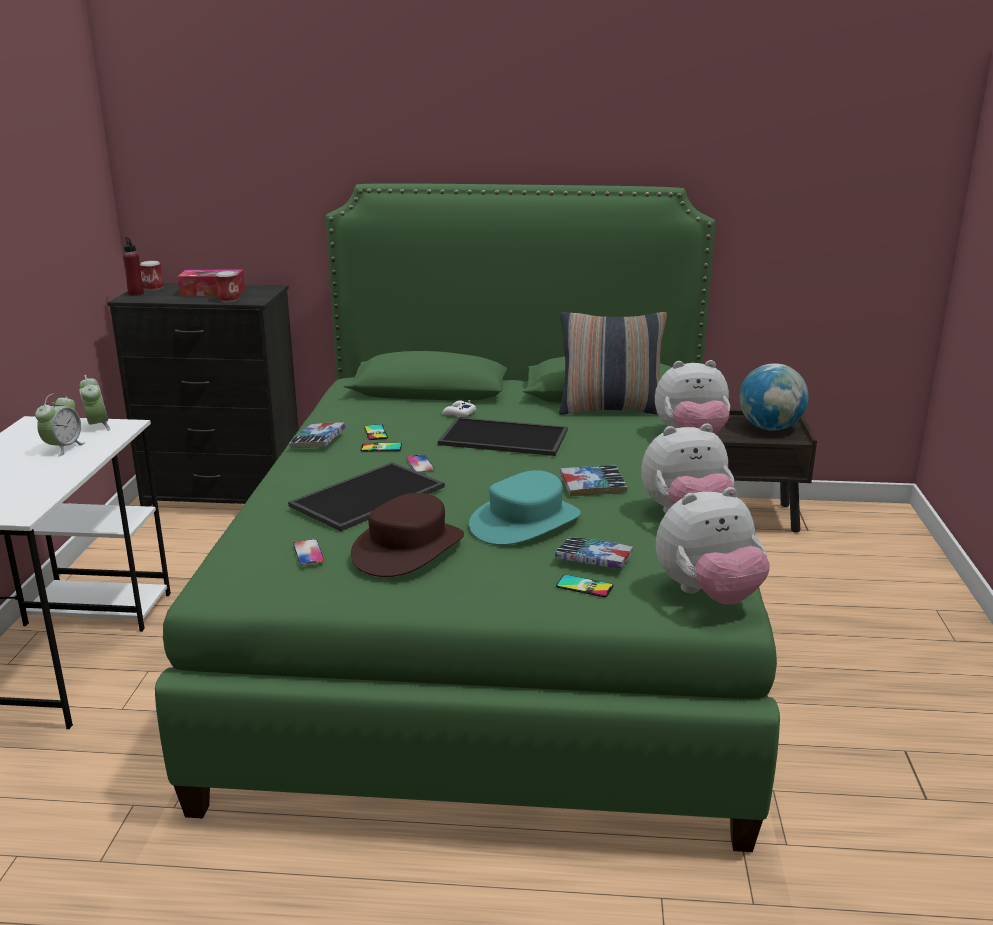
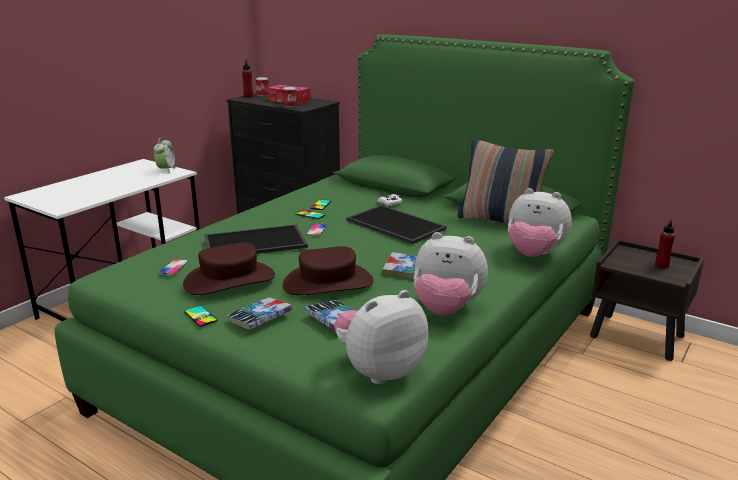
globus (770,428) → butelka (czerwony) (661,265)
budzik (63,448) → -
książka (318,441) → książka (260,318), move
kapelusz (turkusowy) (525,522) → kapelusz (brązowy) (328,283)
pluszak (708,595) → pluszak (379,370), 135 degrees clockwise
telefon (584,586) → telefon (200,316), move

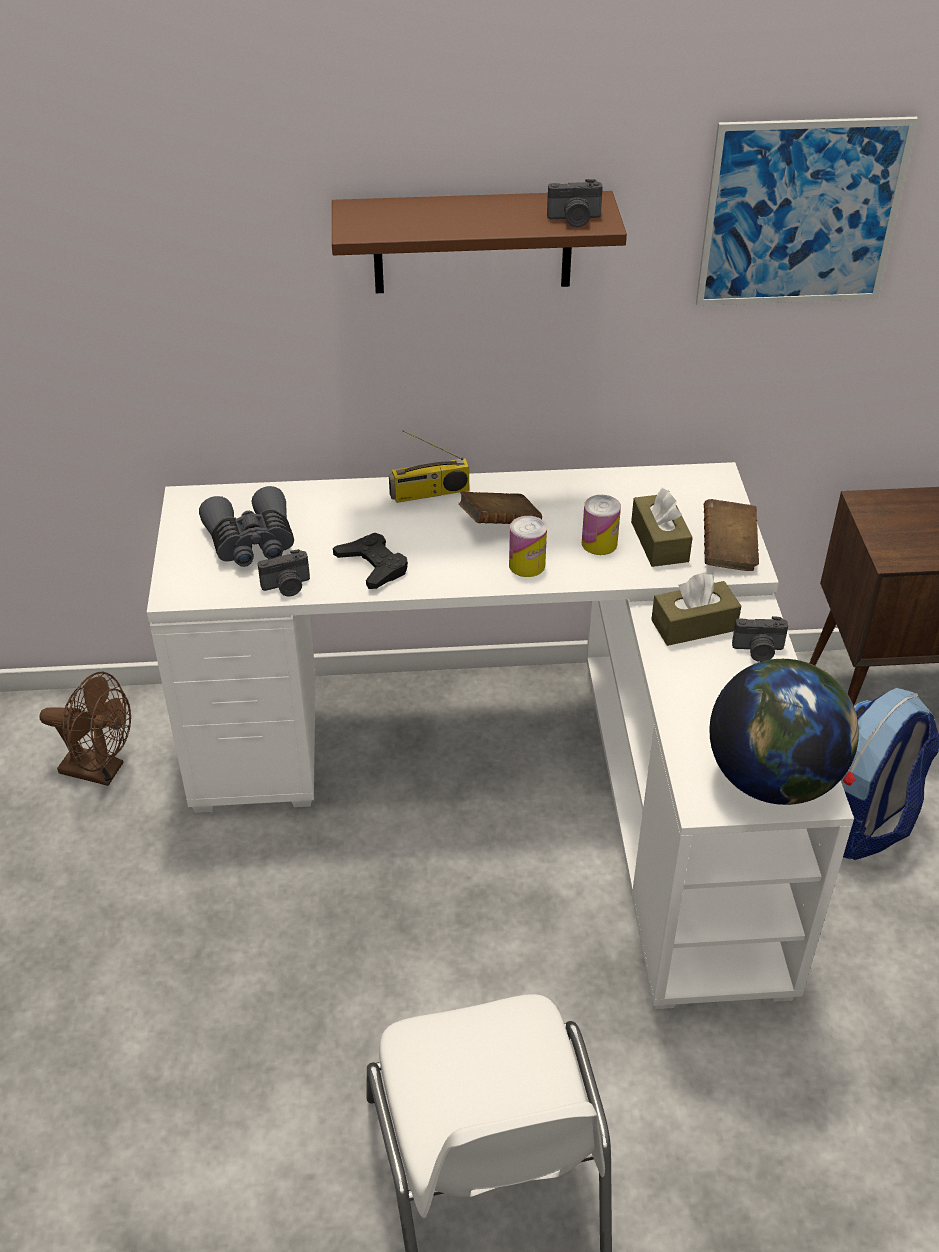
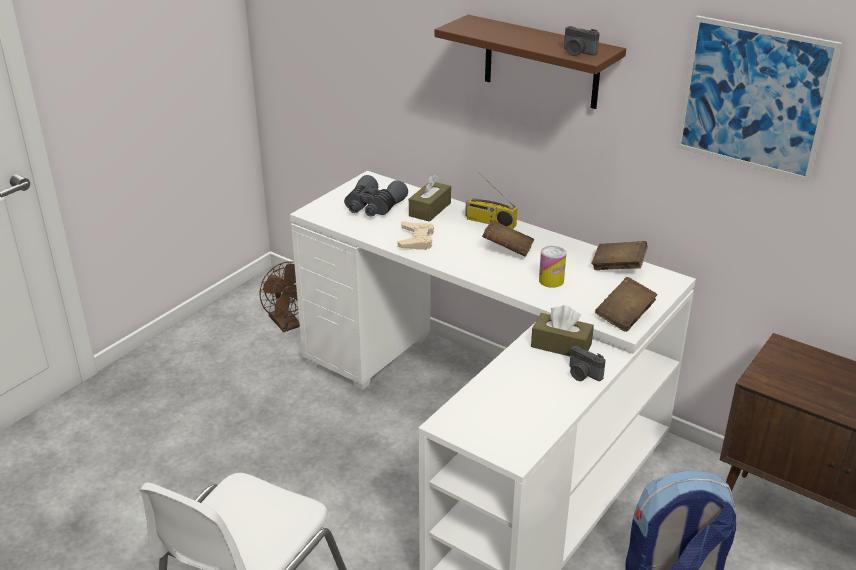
pudełko chusteczek (brązowy) (659,542) → pudełko chusteczek (brązowy) (430,209), move
puszka (527,565) → -
pad do gier (czarny) (373,566) → pad do gier (beżowy) (416,240)
aparat fotograficzny (287,587) → -
globus (773,779) → -
- → książka (brązowy) (618,267)

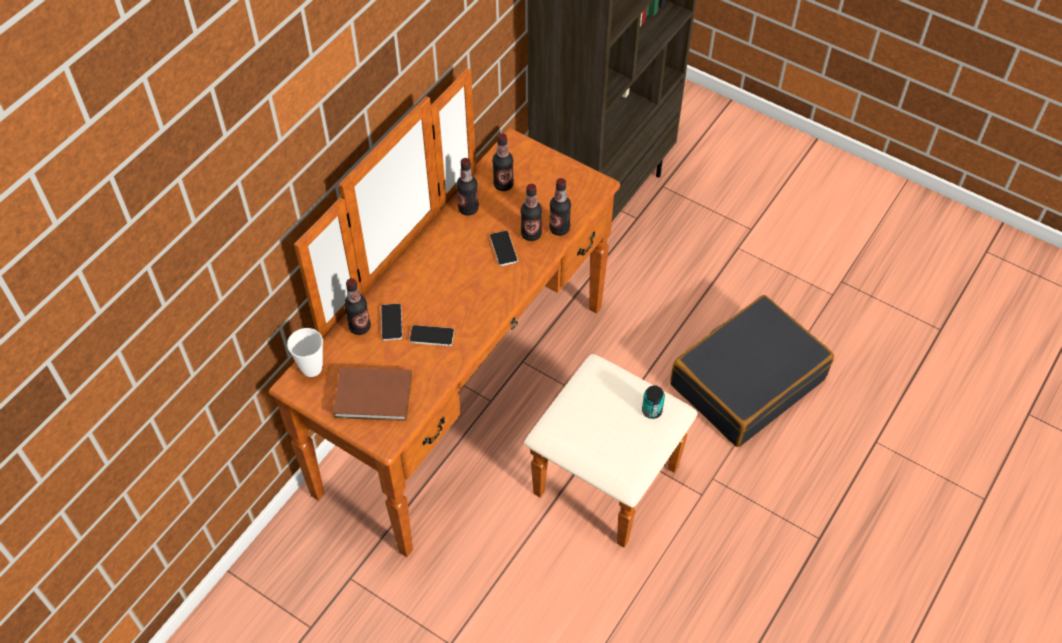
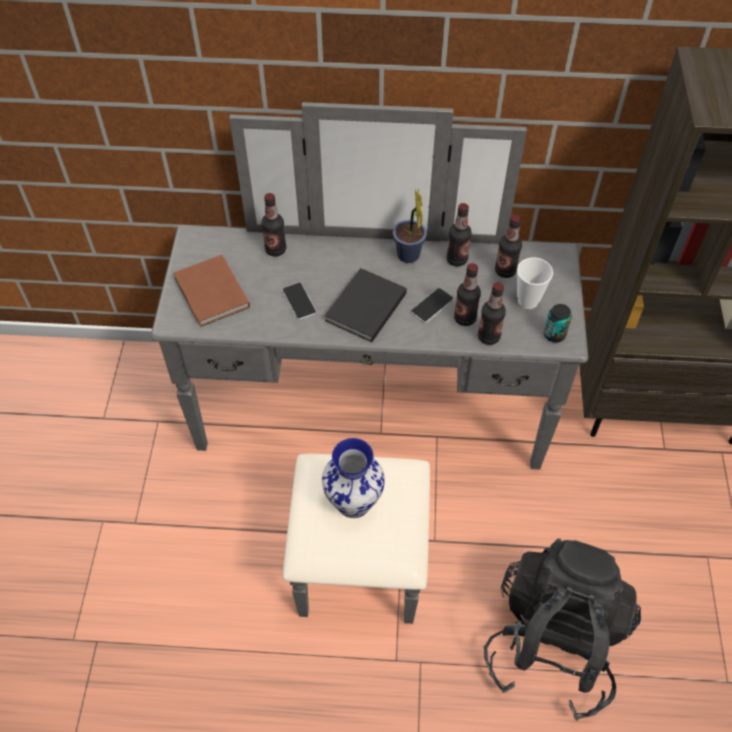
komoda (brązowy) (496,414) → komoda (szary) (370,444)
walizka (czarny) (747,381) → plecak (czarny) (553,642)
telefon (391,322) → -
filiżanka (311,368) → filiżanka (528,301), move
puszka (652,411) → puszka (554,334), move
- → roślina doniczkowa (408,257)
- → książka (czarny) (363,308)
- → wazon (354,501)

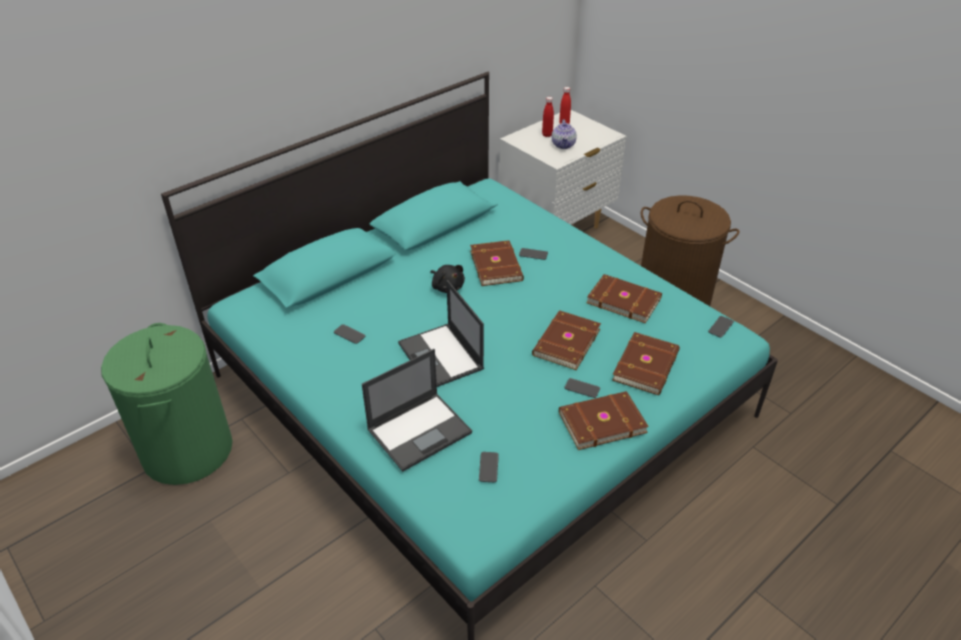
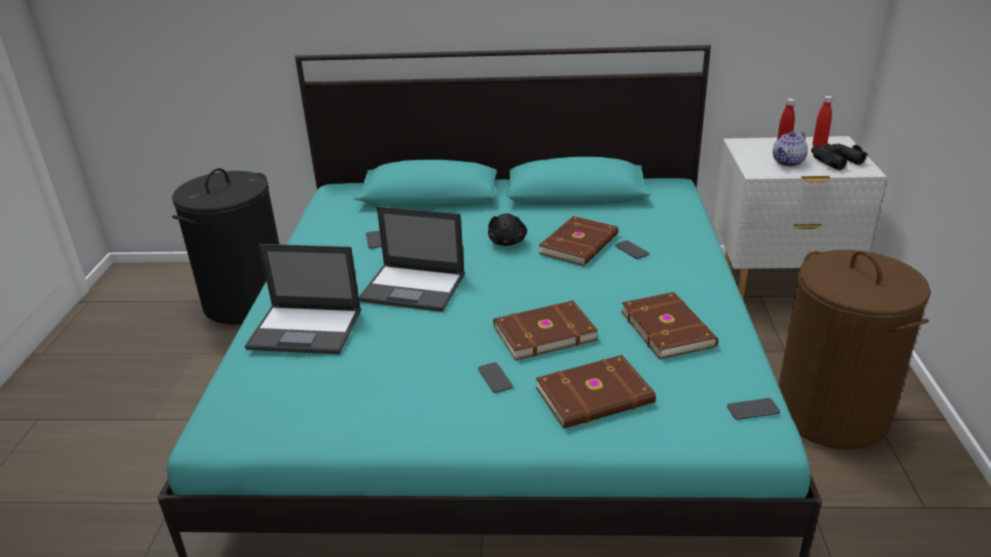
laptop (441,356) → laptop (414,288), 90 degrees counterclockwise
kosz na pranie (zielony) (187,450) → kosz na pranie (czarny) (246,301)
książka (brązowy) (601,421) → -
telefon (488,467) → -
- → lornetka (czarny) (834,160)

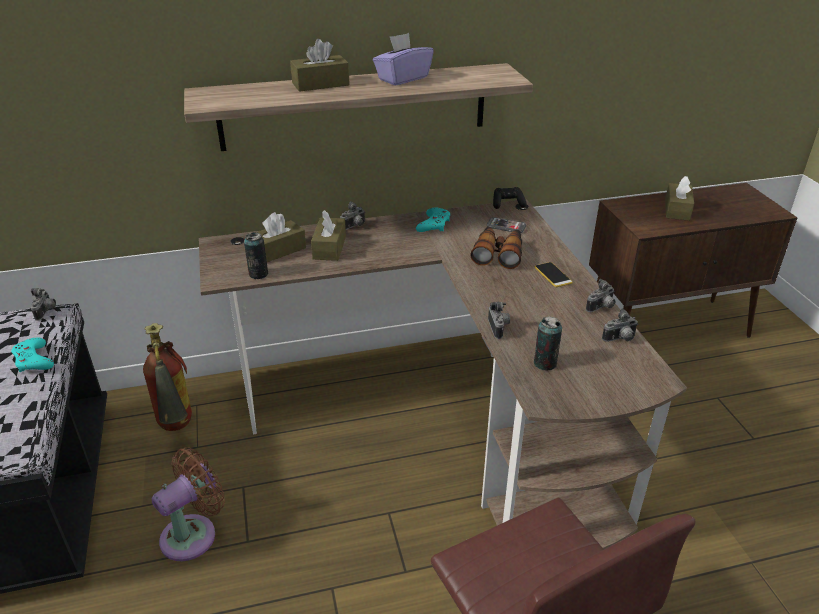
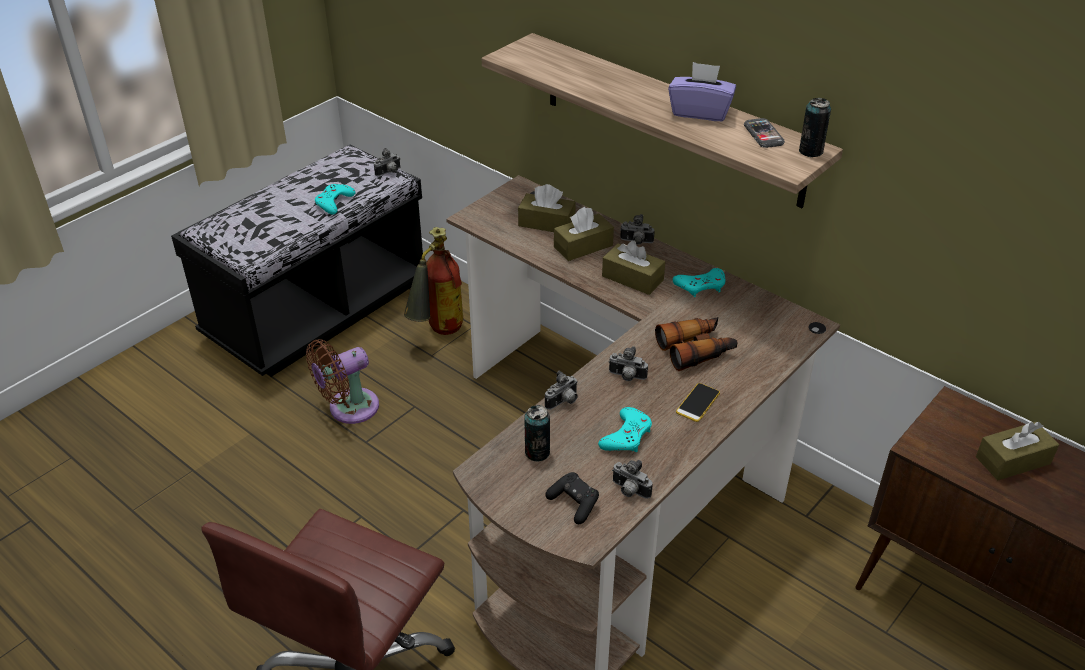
pudełko chusteczek (brązowy) (320,84) → pudełko chusteczek (brązowy) (632,278), move
pad do gier (czarny) (507,204) → pad do gier (czarny) (574,503), move
telefon (506,226) → telefon (763,134), move
puszka (258,274) → puszka (810,151), move
aparat fotograficzny (601,308) → aparat fotograficzny (626,377), move
wentylator (brązowy) (193,534) → wentylator (brązowy) (348,408), 135 degrees clockwise
- → pad do gier (turkusowy) (626,436)

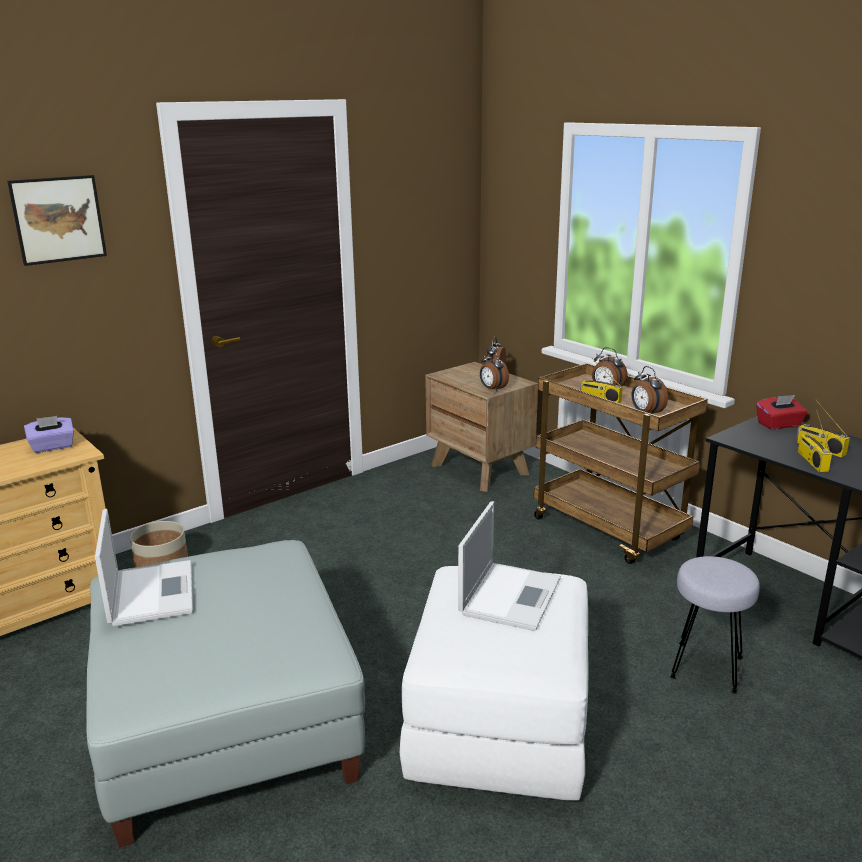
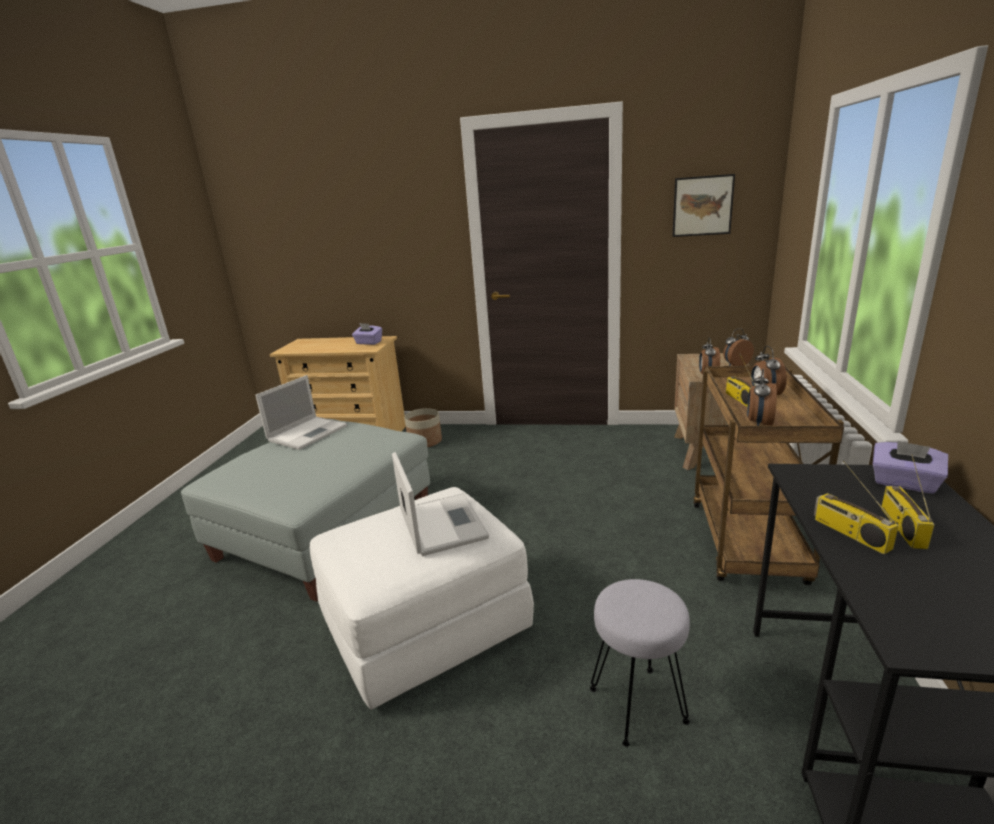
obraz (58,219) → obraz (702,206), move
pudełko chusteczek (czerwony) (779,425) → pudełko chusteczek (fioletowy) (904,483)
radio (811,461) → radio (849,533), 75 degrees counterclockwise
laptop (510,595) → laptop (441,523), 90 degrees counterclockwise

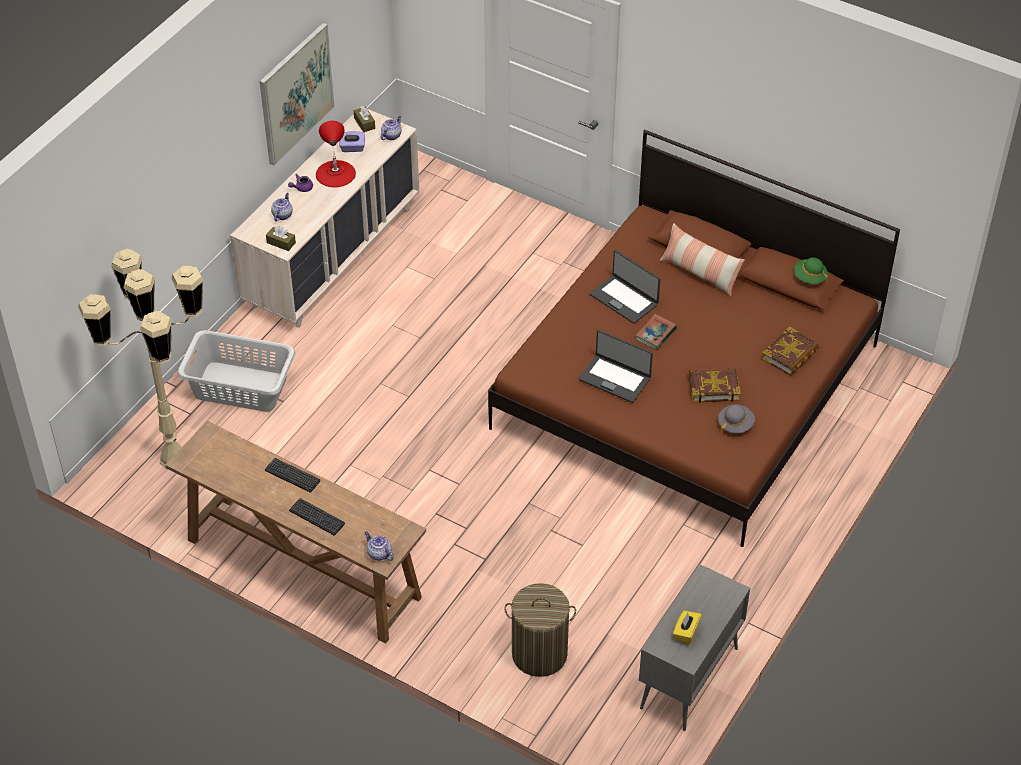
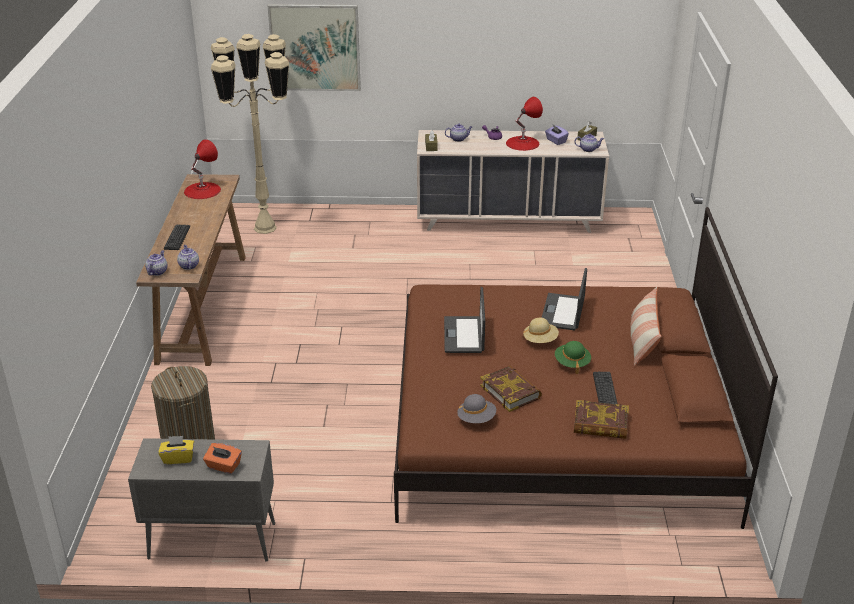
obraz (296,93) → obraz (315,47), move
kapelusz (zielony) (809,277) → kapelusz (zielony) (572,363), move
książka (655,334) → kapelusz (beżowy) (540,340)
kosz na pranie (szary) (240,388) → -
klawiatura (292,475) → klawiatura (605,390), move
- → lampa stołowa (czerwony) (202,190)
- → imbryk (188,266)
- → pudełko chusteczek (pomarańczowy) (223,466)

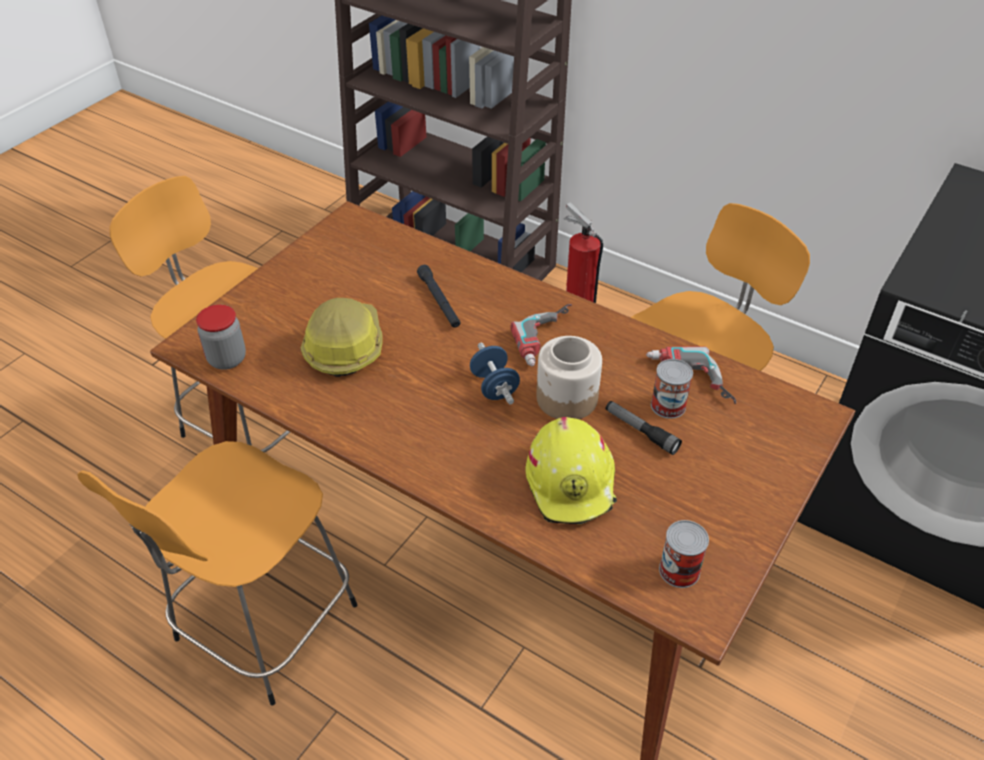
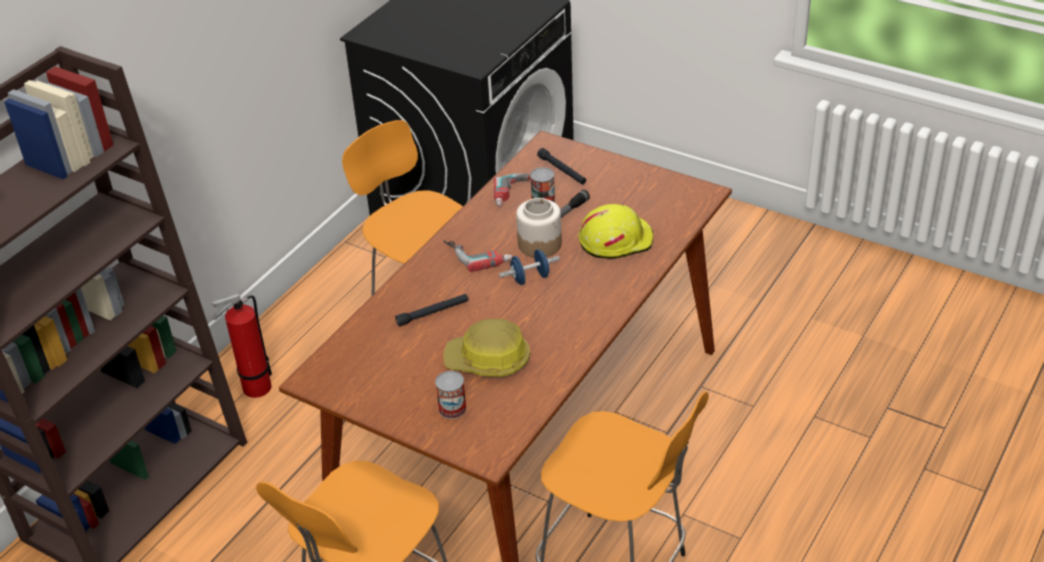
słoik (227,359) → -
puszka (679,570) → puszka (452,408), move
- → latarka (czarny) (562,170)

